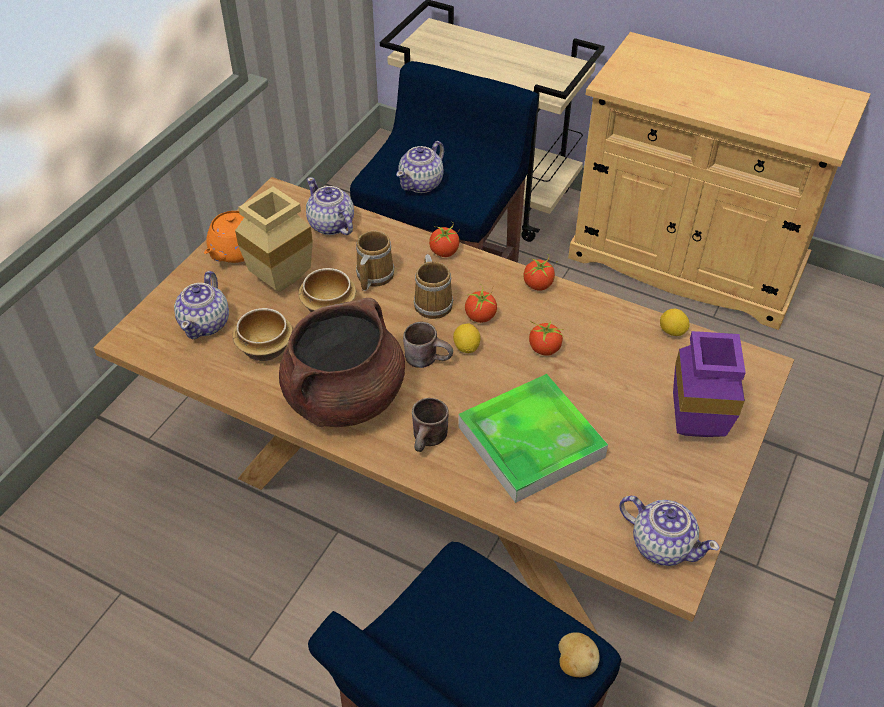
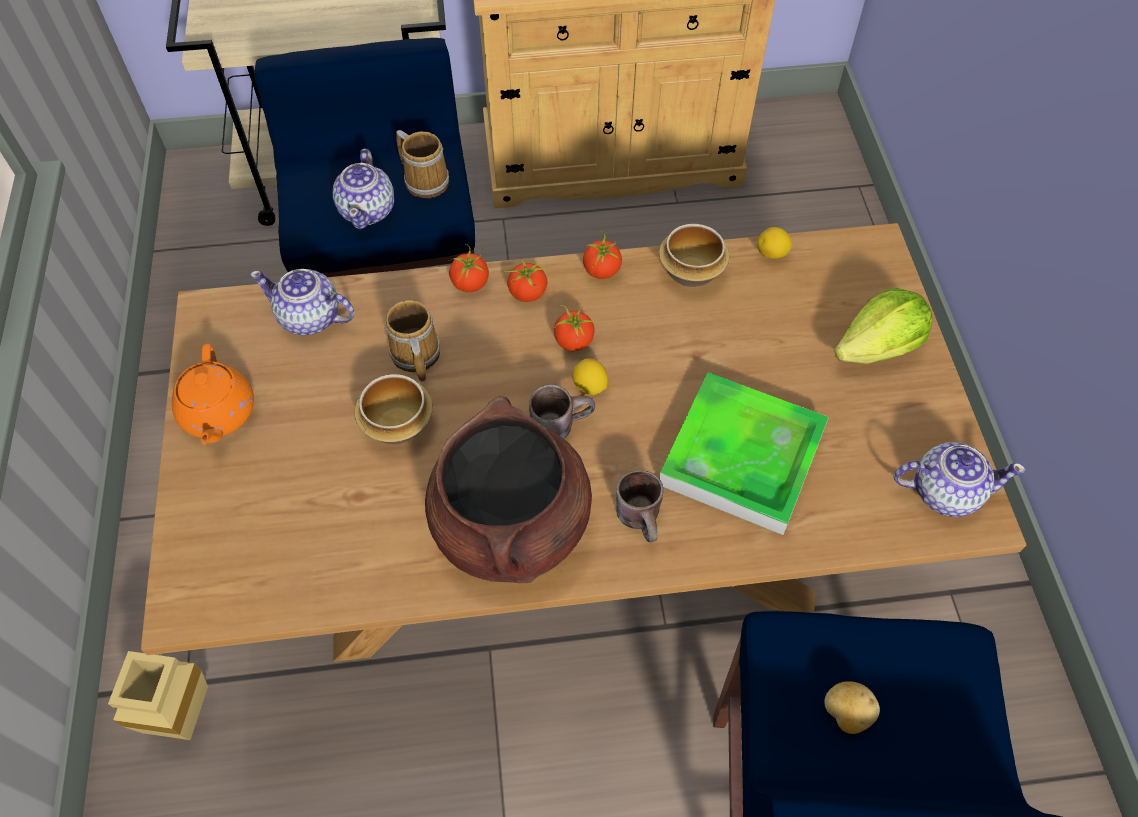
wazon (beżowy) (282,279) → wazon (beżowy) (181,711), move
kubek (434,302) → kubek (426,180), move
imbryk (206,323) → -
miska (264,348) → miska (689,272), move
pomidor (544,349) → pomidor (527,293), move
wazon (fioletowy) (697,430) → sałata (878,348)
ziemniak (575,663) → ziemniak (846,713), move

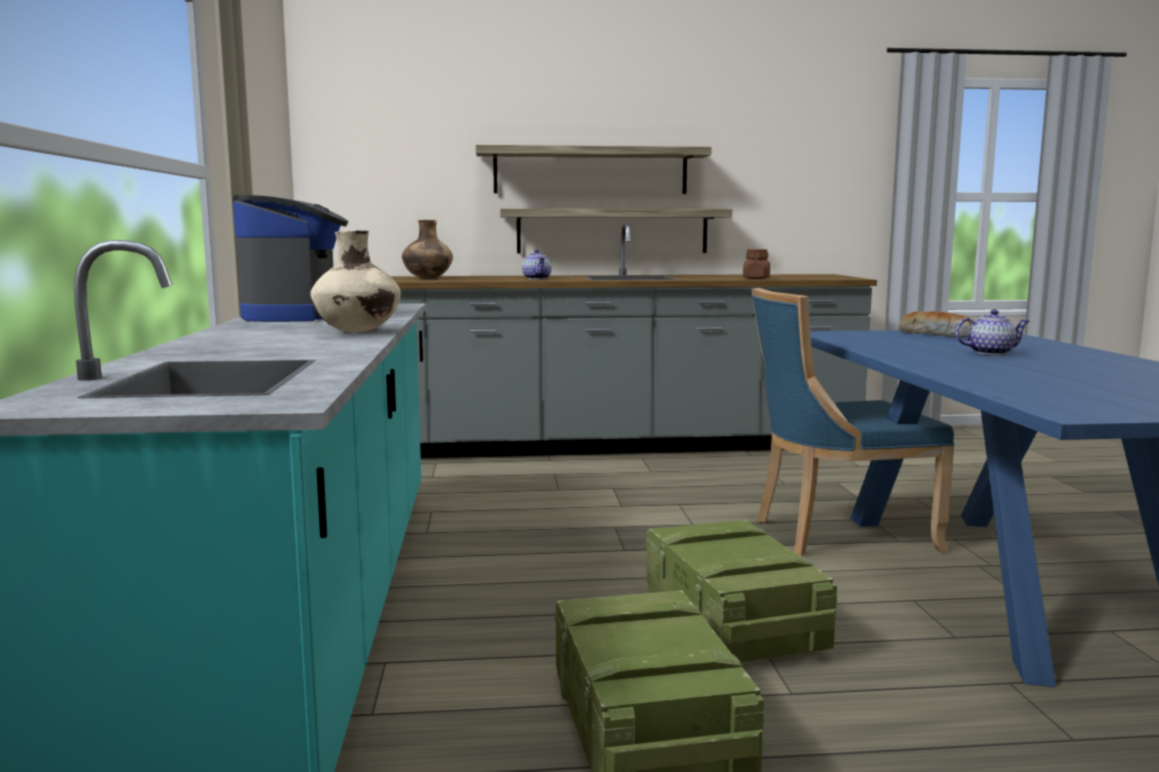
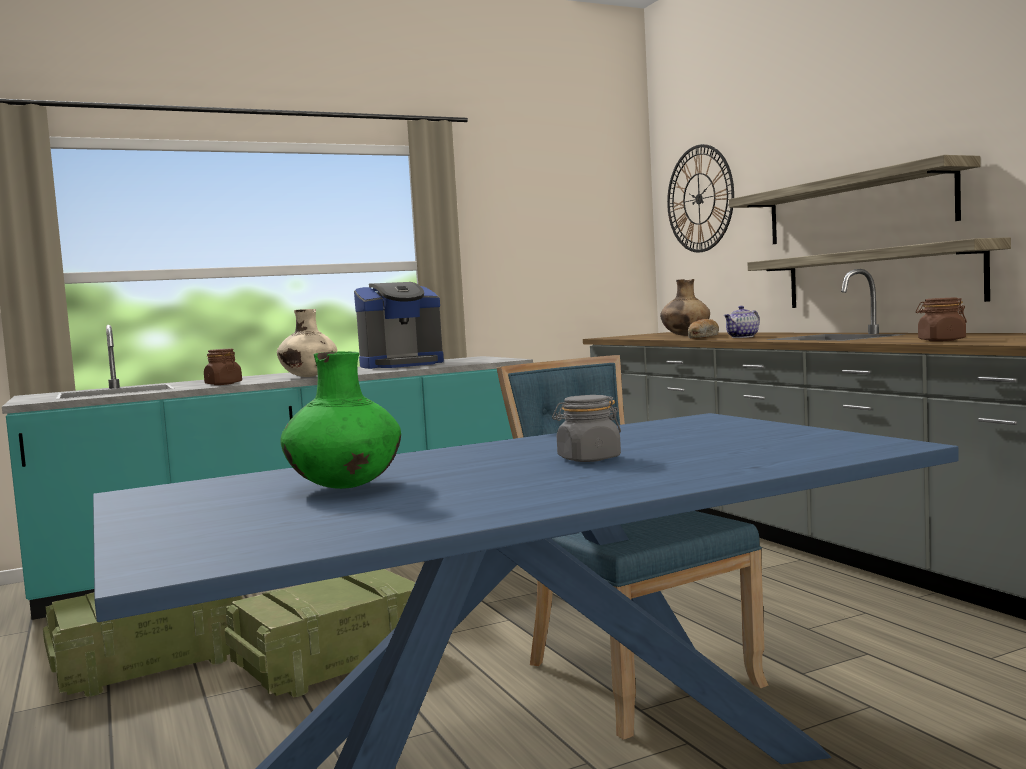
imbryk (990,353) → słoik (szary) (588,459)
chleb (938,334) → chleb (704,337), move
- → zegar ścienny (699,199)
- → słoik (brązowy) (223,384)
- → wazon (zielony) (345,487)

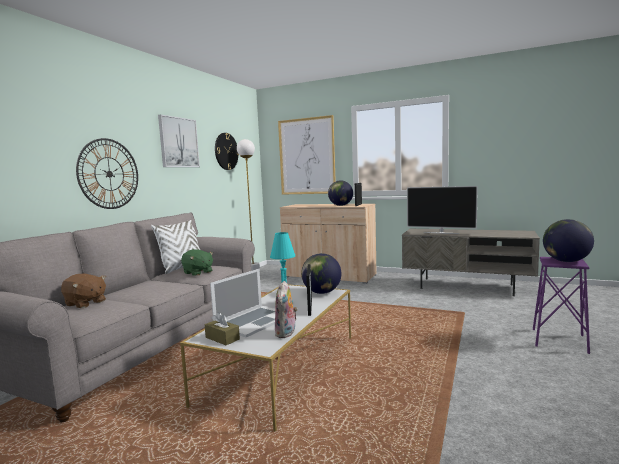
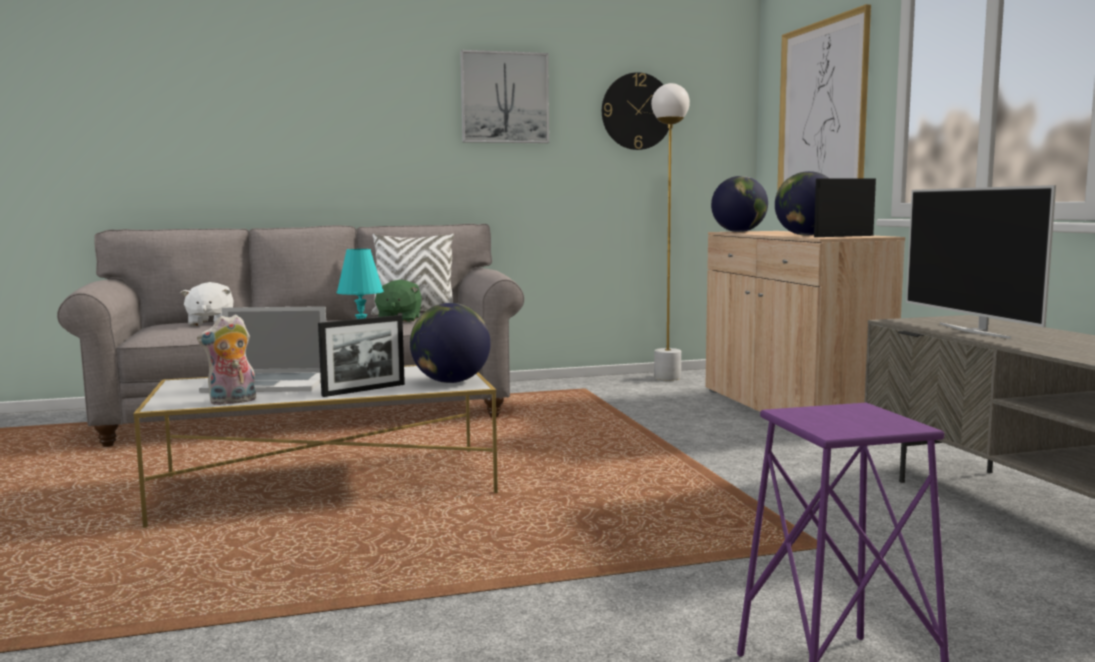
zegar ścienny (109,174) → -
globus (566,261) → globus (739,232), move
pluszak (brązowy) (85,303) → pluszak (biały) (210,323)
pudełko chusteczek (brązowy) (222,338) → -

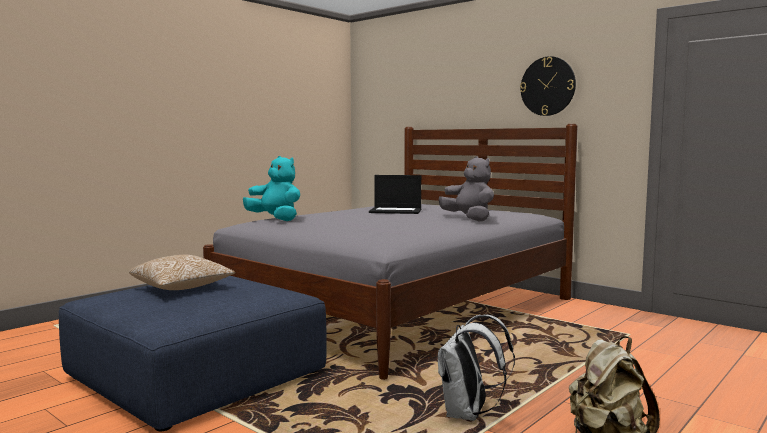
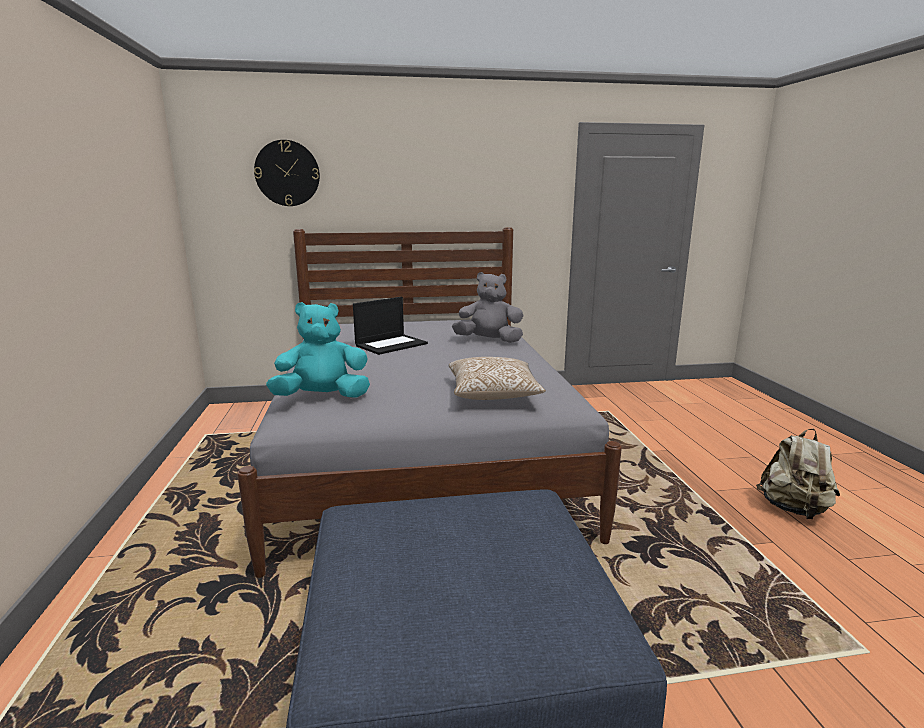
zegar ścienny (547,86) → zegar ścienny (287,173), move
poduszka (182,288) → poduszka (493,394), move
plecak (biały) (468,414) → -

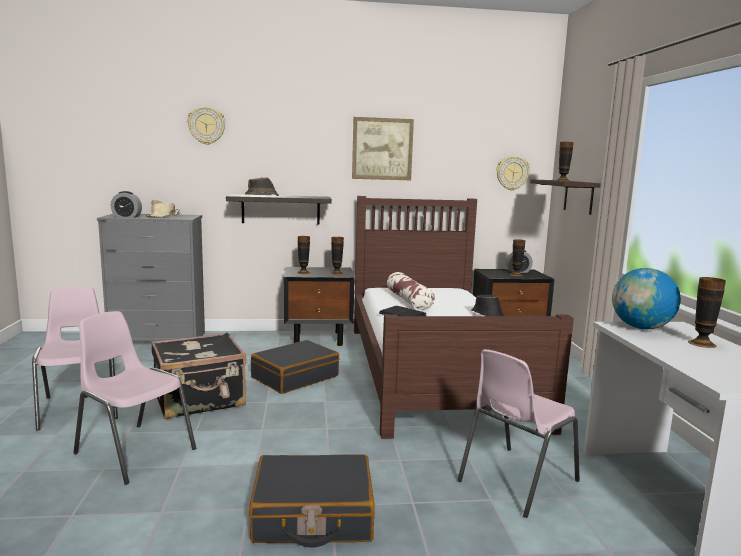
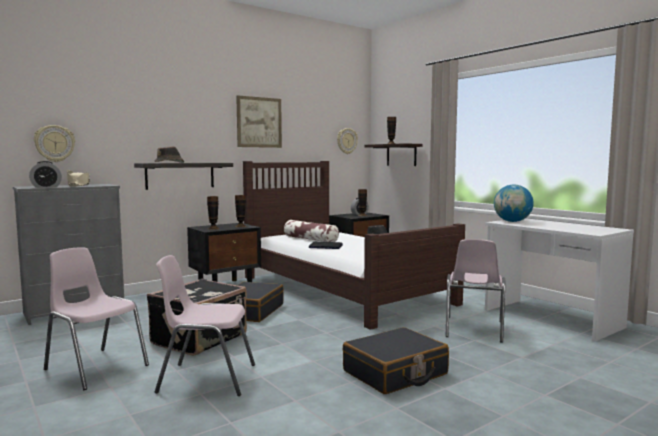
zegar ścienny (206,125) → zegar ścienny (54,143), move
wazon (702,343) → -

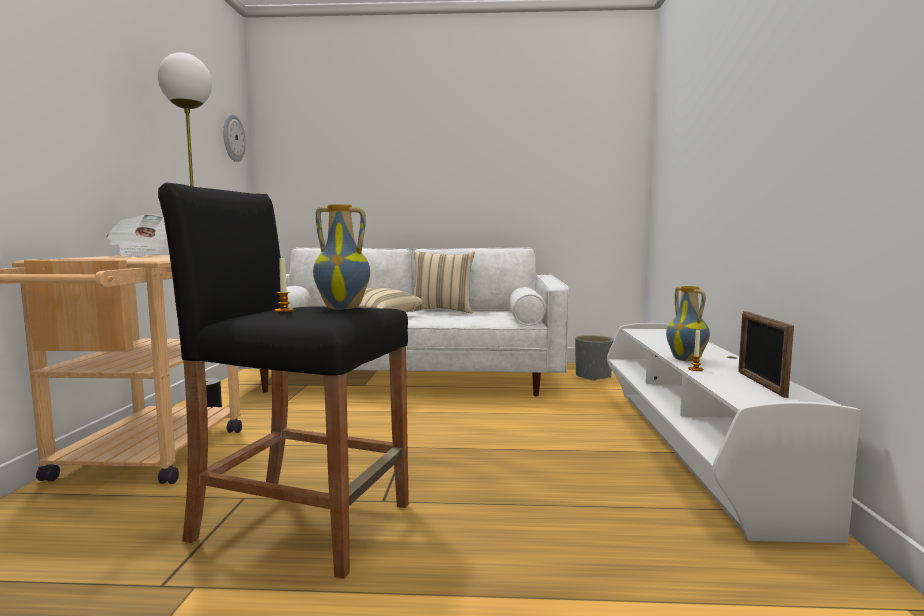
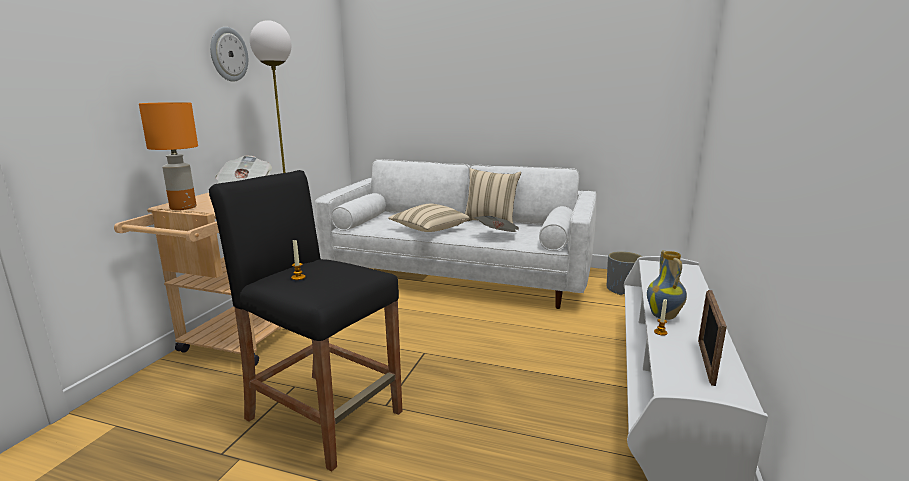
zegar ścienny (233,138) → zegar ścienny (228,54), move
wazon (344,308) → -
- → lampa stołowa (pomarańczowy) (182,208)
- → gazeta (498,236)

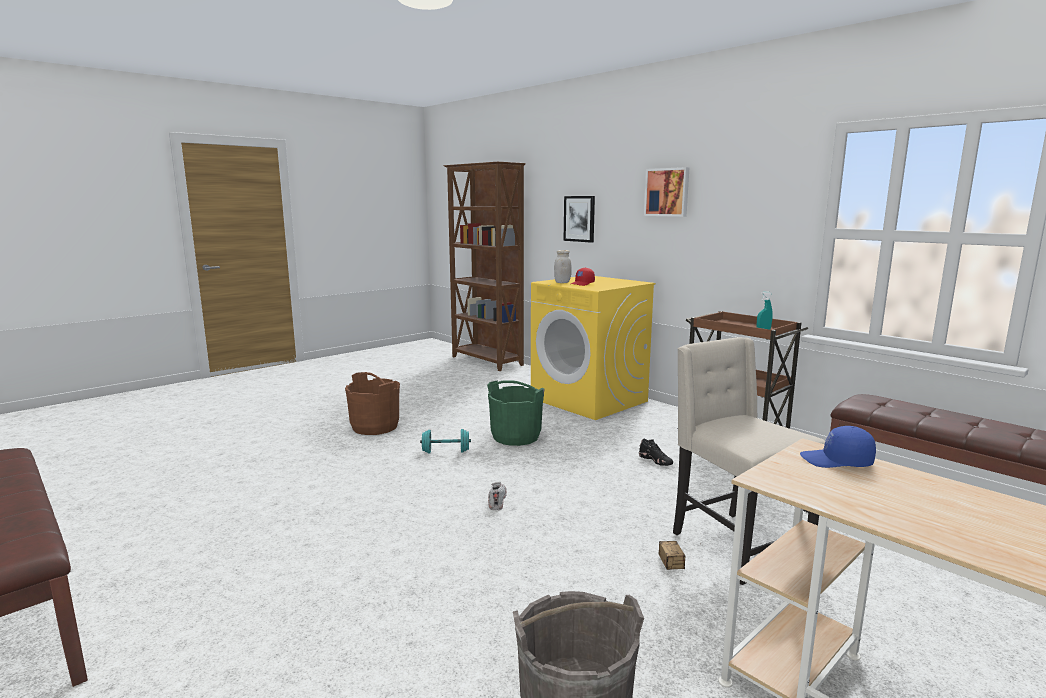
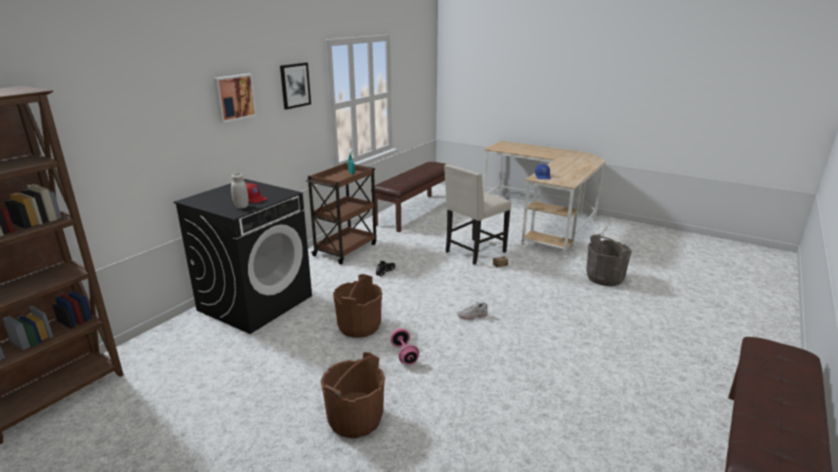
obraz (579,218) → obraz (295,85), move
pralka (żółty) (589,400) → pralka (czarny) (256,302)
wiadro (zielony) (516,436) → wiadro (brązowy) (359,326)
hantel (turkusowy) (446,452) → hantel (różowy) (404,354)

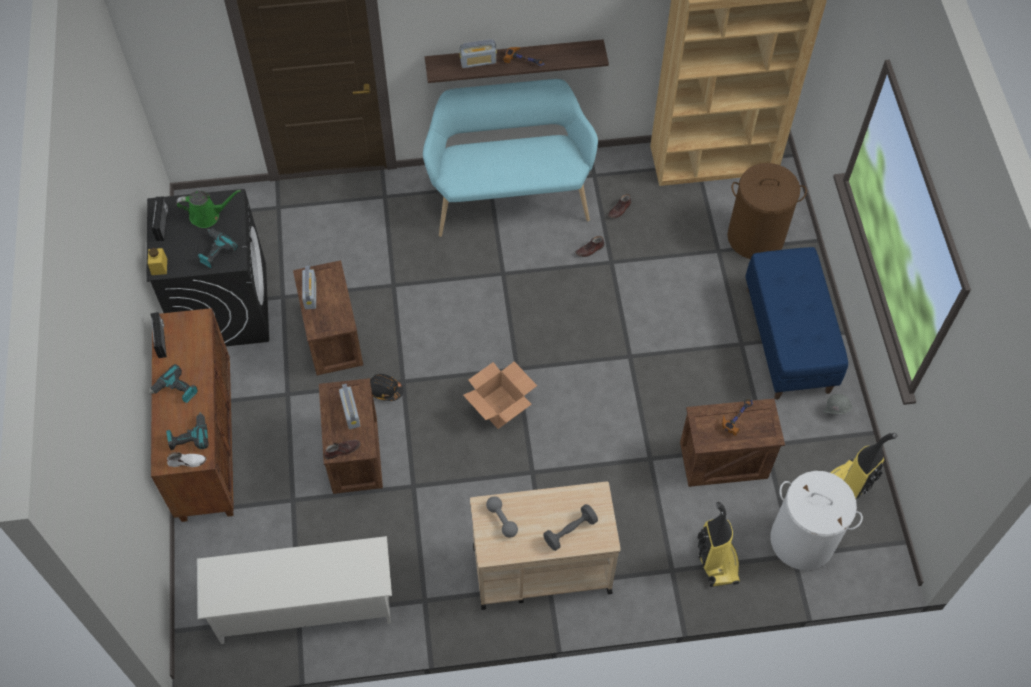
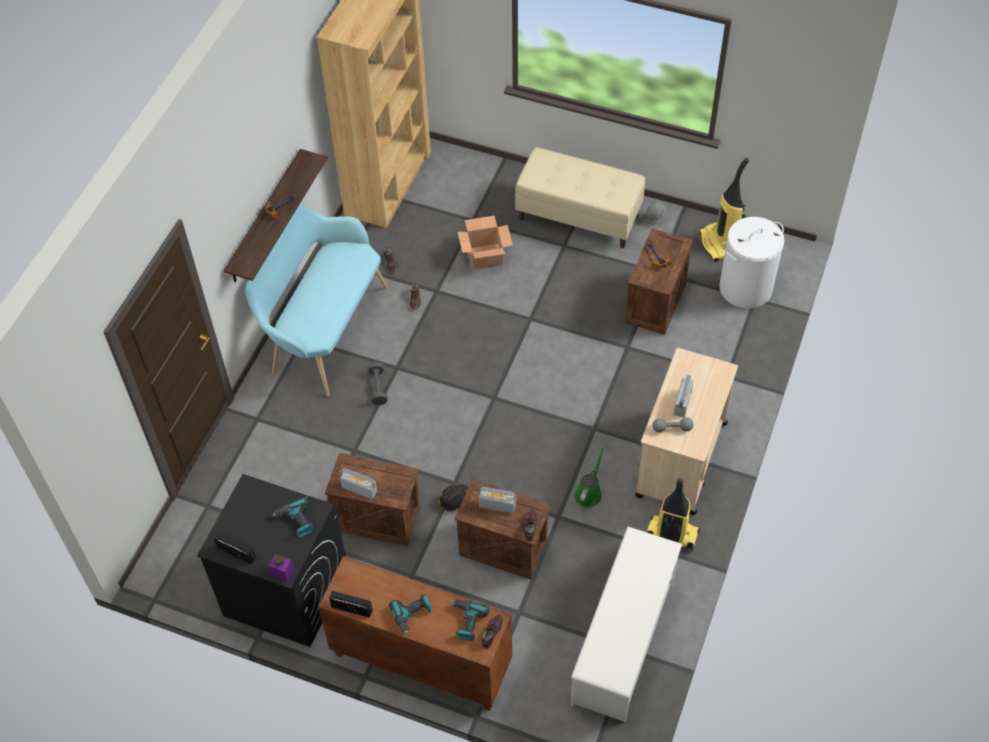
radio (478,62) → radio (682,402), move
kosz na pranie (brązowy) (755,237) → -
konewka (zielony) (208,215) → konewka (zielony) (589,493), move
ławka (niebieski) (788,340) → ławka (beżowy) (579,216)
słoik (żółty) (159,266) → słoik (fioletowy) (282,572)
karton (499,407) → karton (485,257), move
but (biały) (187,461) → but (brązowy) (491,632)
odkurzacz (716,560) → odkurzacz (671,535), move
hantel (szary) (570,531) → hantel (szary) (378,388), move

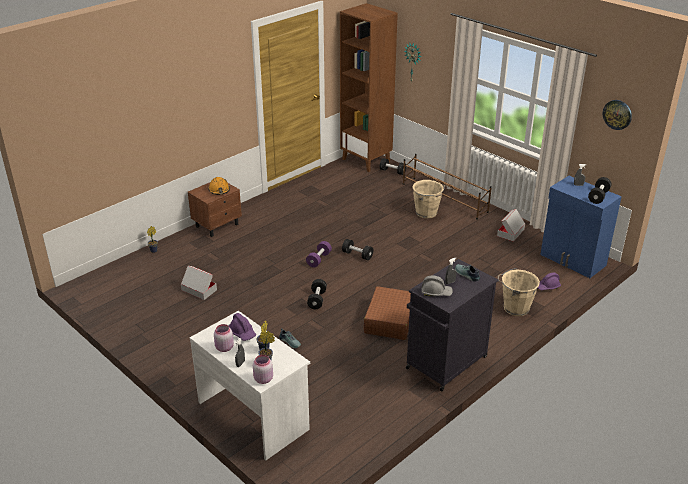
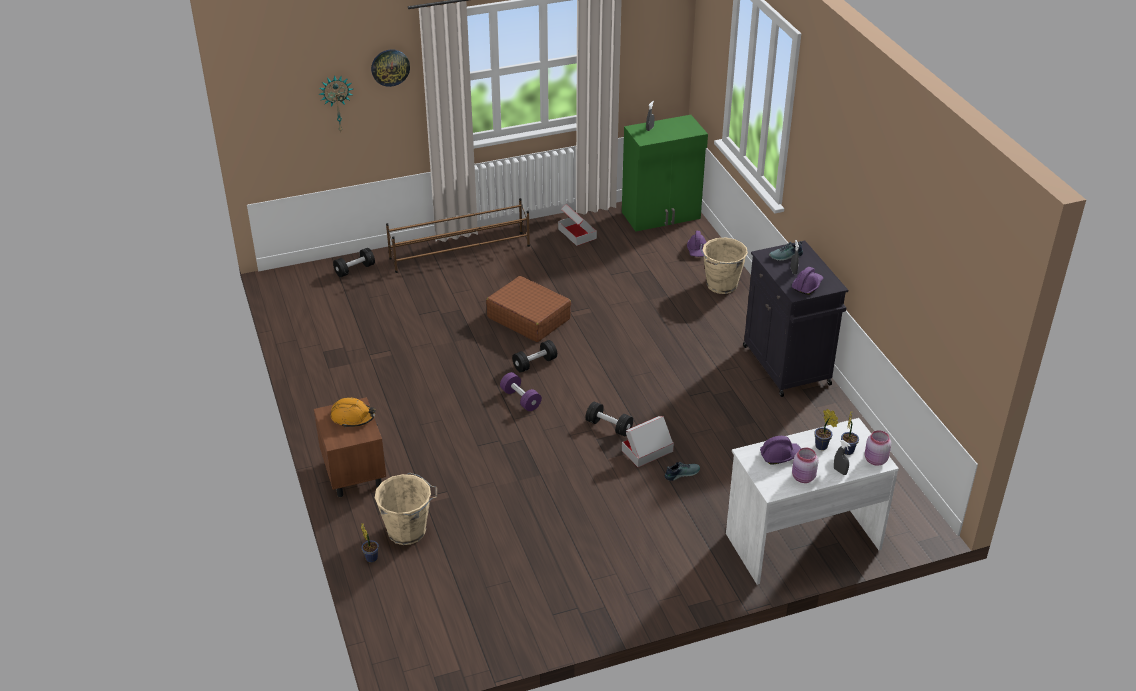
regał (brązowy) (366,160) → -
zegar ścienny (617,114) → zegar ścienny (390,67), move
szafka (niebieski) (572,260) → szafka (zielony) (662,215)
hantel (czarny) (598,196) → -
wiadro (beżowy) (426,213) → wiadro (beżowy) (408,531), move
karton (199,290) → karton (647,451), move
kask (szary) (436,292) → kask (fioletowy) (807,285)
walizka (brązowy) (390,320) → walizka (brązowy) (528,318), move

